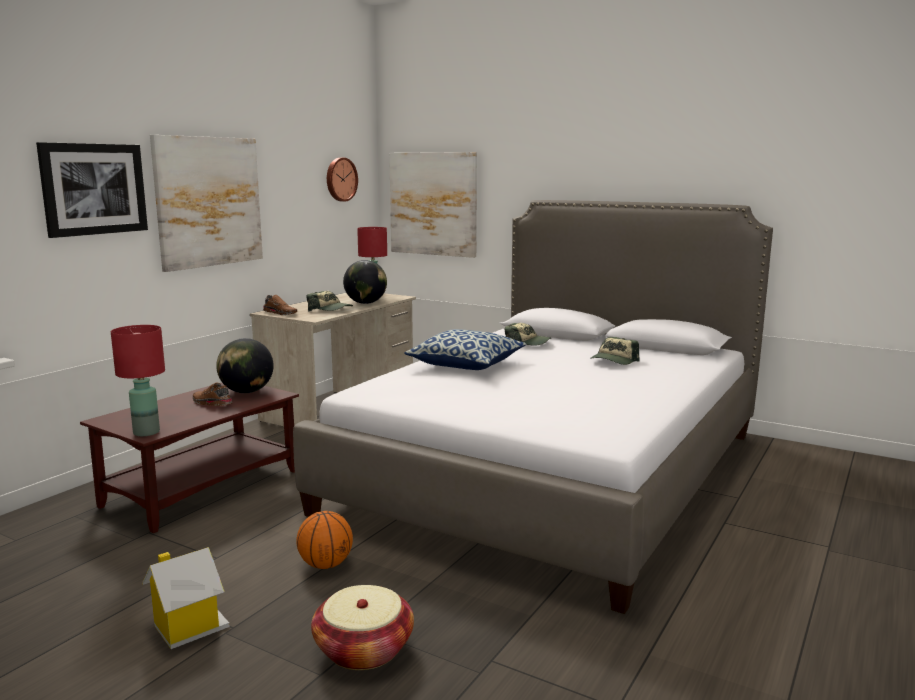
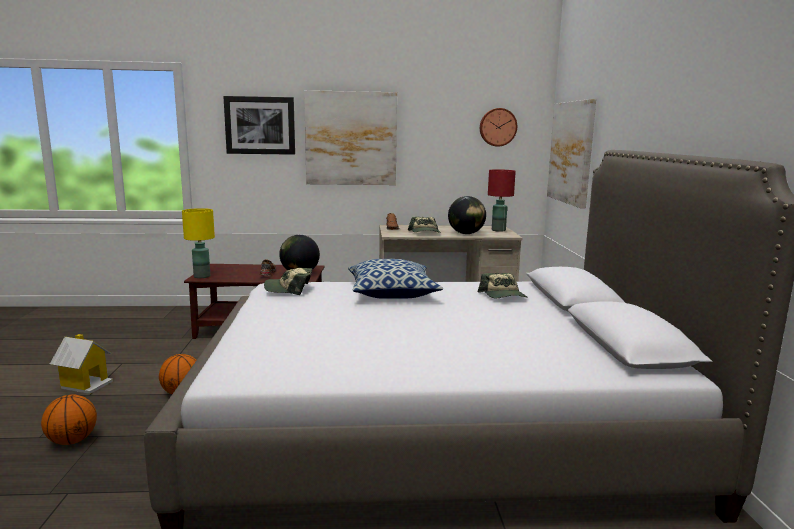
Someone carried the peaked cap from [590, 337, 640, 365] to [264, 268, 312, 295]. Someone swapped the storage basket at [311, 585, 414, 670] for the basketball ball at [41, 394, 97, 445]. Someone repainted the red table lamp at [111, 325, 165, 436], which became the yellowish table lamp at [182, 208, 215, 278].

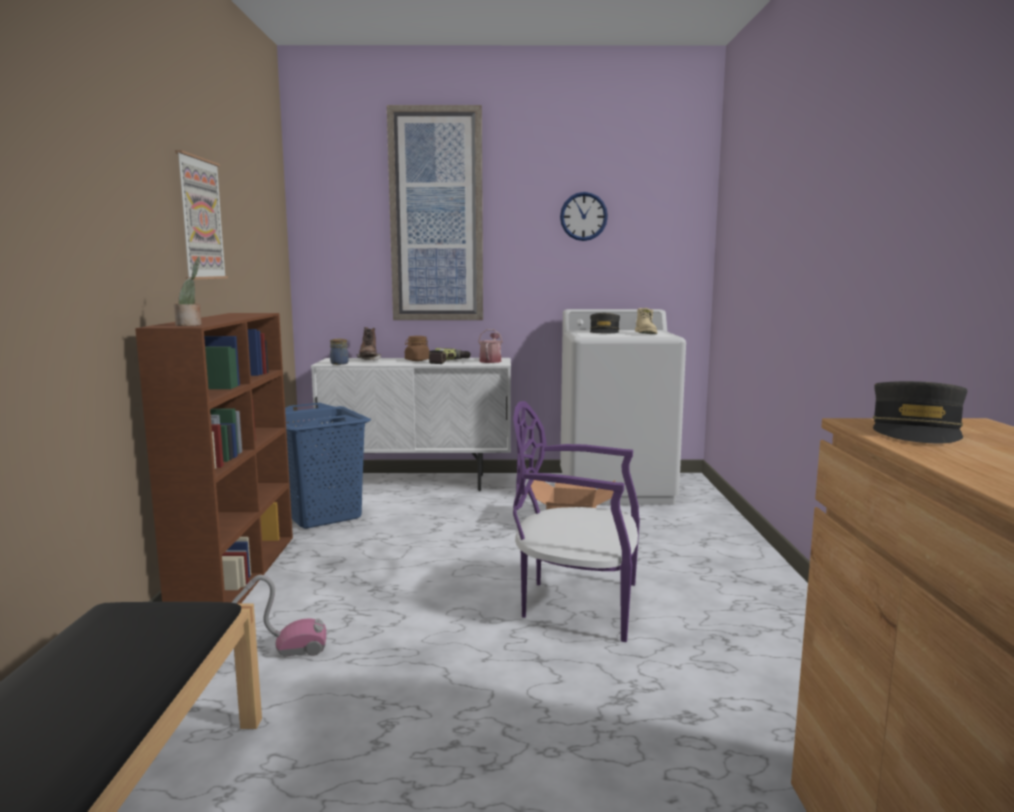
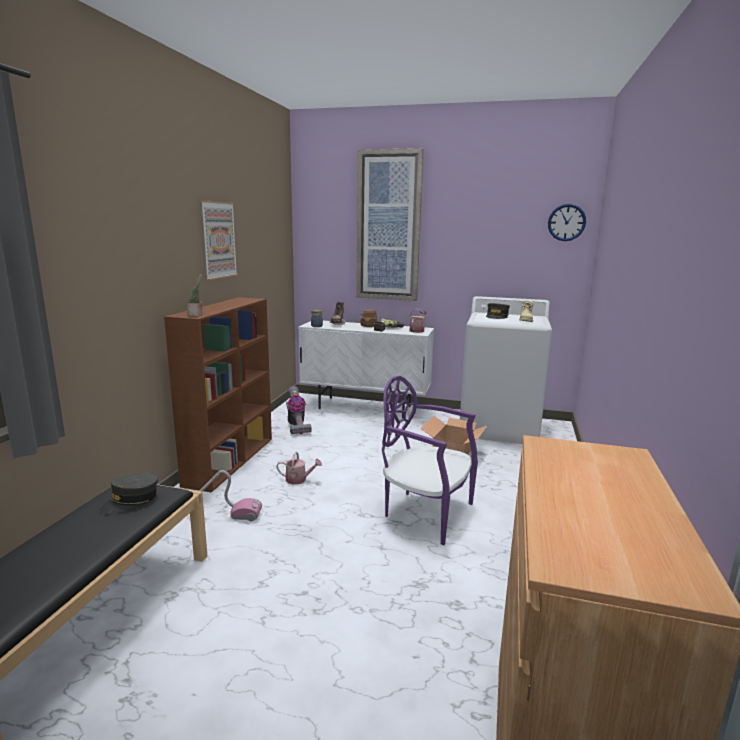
Someone put down the watering can at [276, 452, 322, 484]. Someone carried the hanging clock from [560, 192, 608, 241] to [548, 204, 586, 241]. Someone carried the grey peaked cap from [873, 381, 967, 444] to [99, 472, 158, 514]. Someone swapped the blue hamper at [285, 403, 371, 529] for the vacuum at [286, 386, 312, 434].

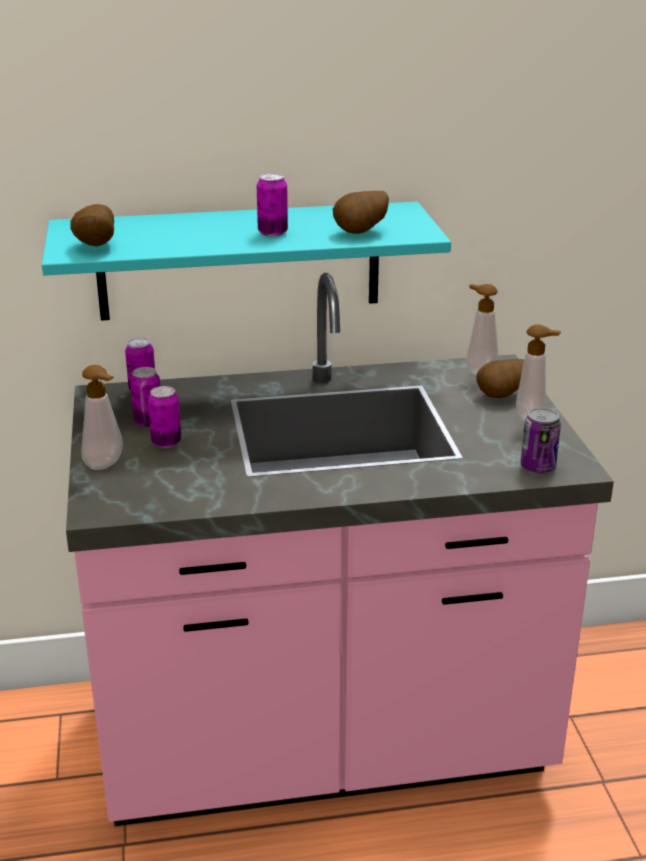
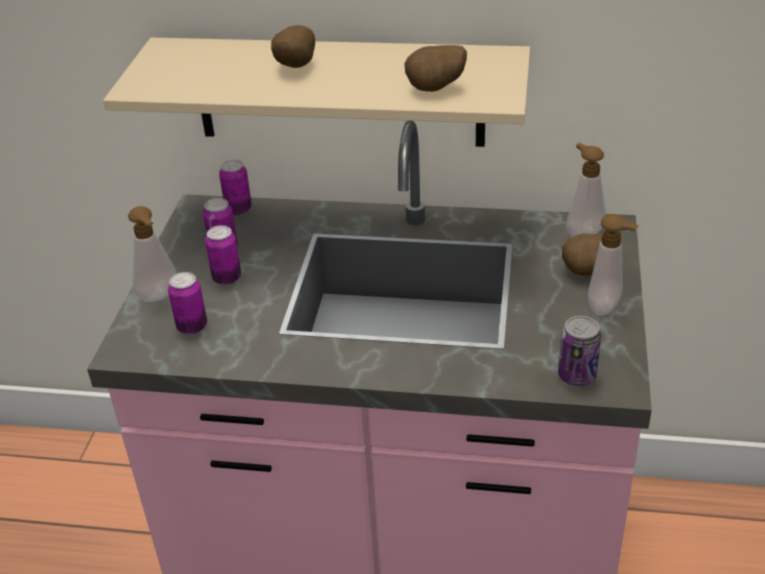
Someone carried the potato from [70, 204, 114, 247] to [271, 25, 315, 68]. Someone carried the sealed can from [257, 173, 288, 237] to [168, 272, 207, 334]. Someone repainted the blue-green bracket shelf at [42, 202, 451, 321], which became the beige bracket shelf at [103, 38, 530, 147].

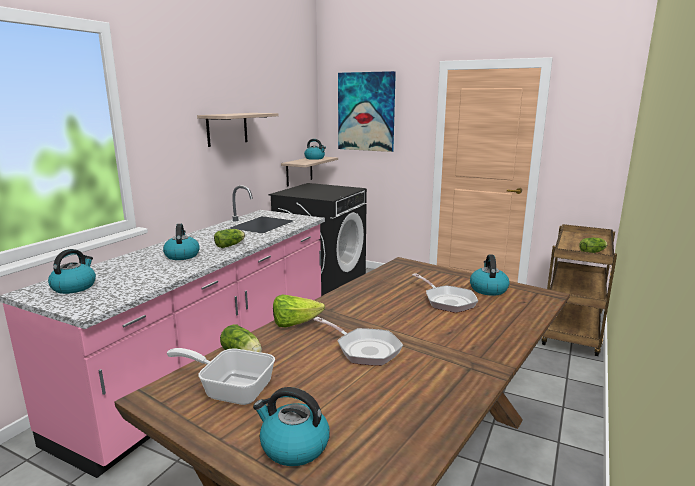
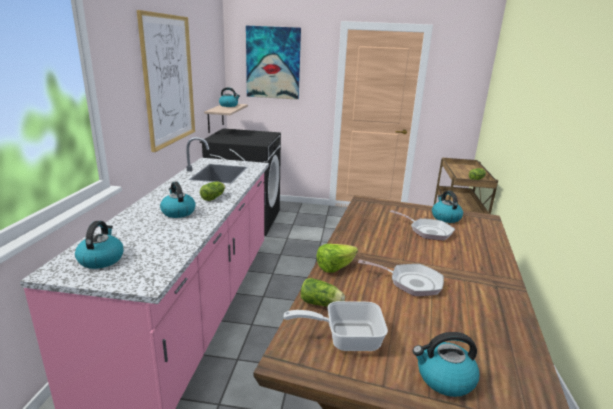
Someone swapped the bracket shelf at [197, 113, 279, 147] for the picture at [137, 10, 195, 152].

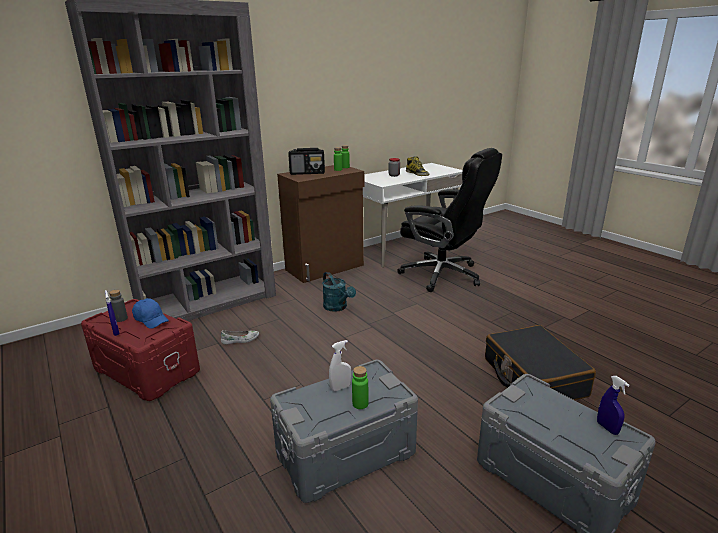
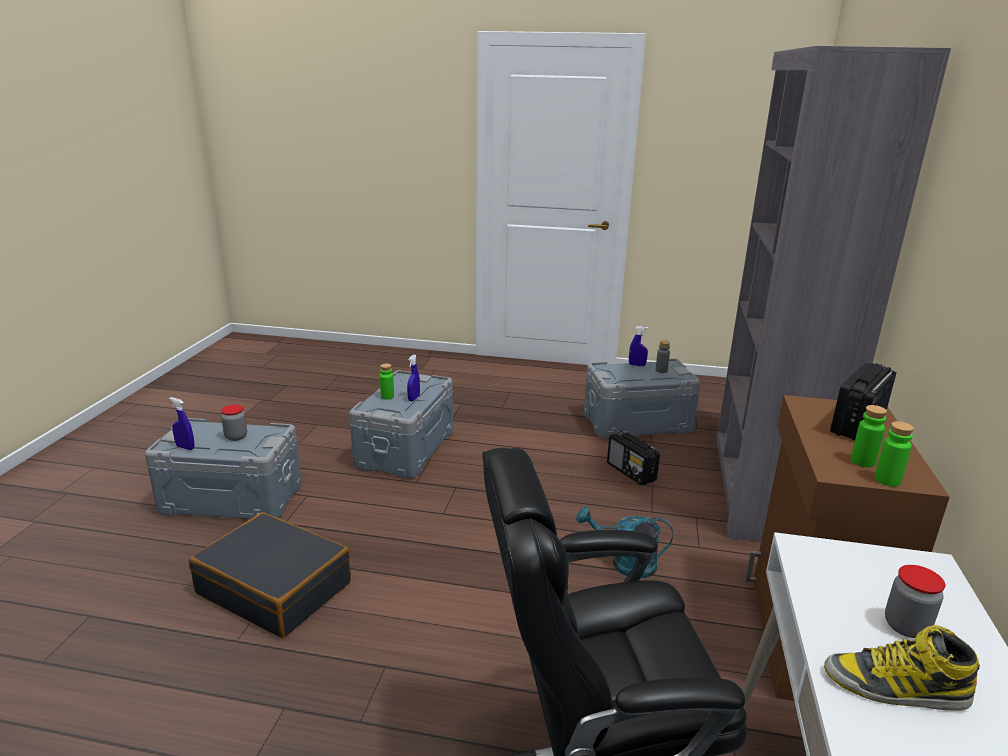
Someone took away the blue peaked cap at [132, 298, 169, 329]. Someone put down the preserve jar at [221, 404, 247, 441]. Someone swapped the whitish low shoe at [221, 330, 259, 345] for the radio set at [607, 431, 660, 486]. Someone repainted the red storage bin at [81, 299, 200, 401], which became the grey storage bin at [584, 358, 701, 439]. Someone repainted the whitish sprayer at [329, 340, 352, 391], which became the blue sprayer at [407, 354, 420, 401].

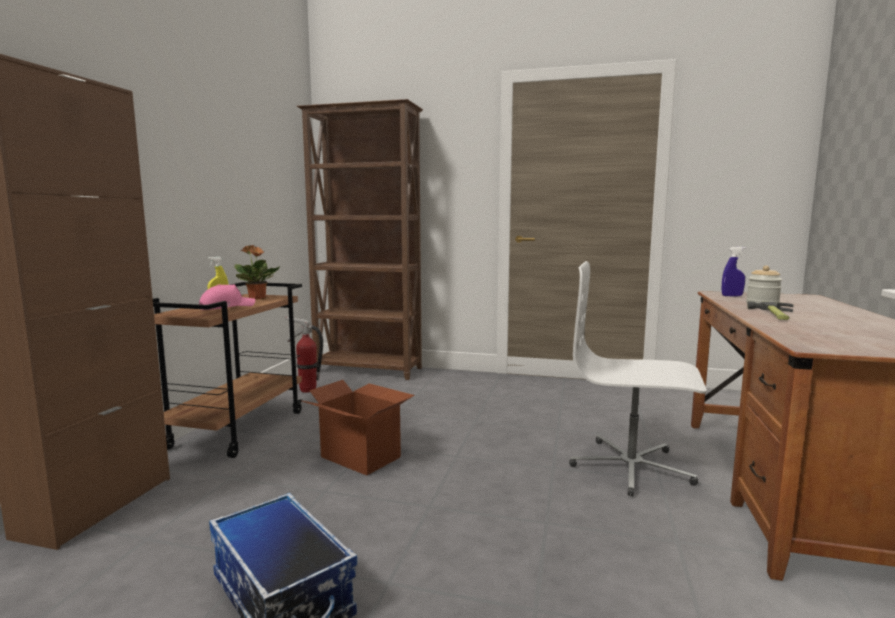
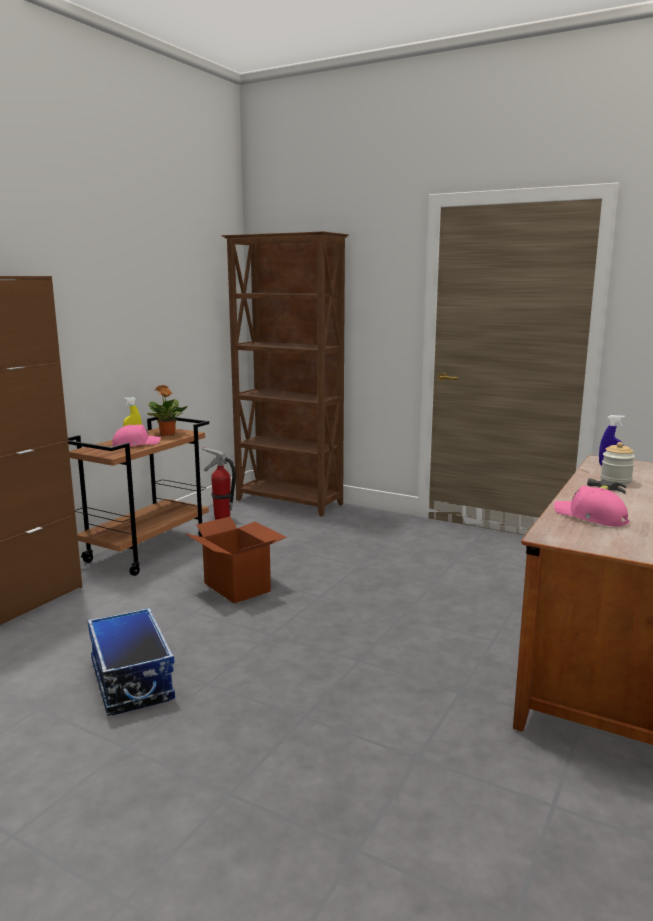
Someone took away the whitish desk chair at [569, 261, 707, 496]. Someone put down the pink peaked cap at [554, 486, 629, 526].

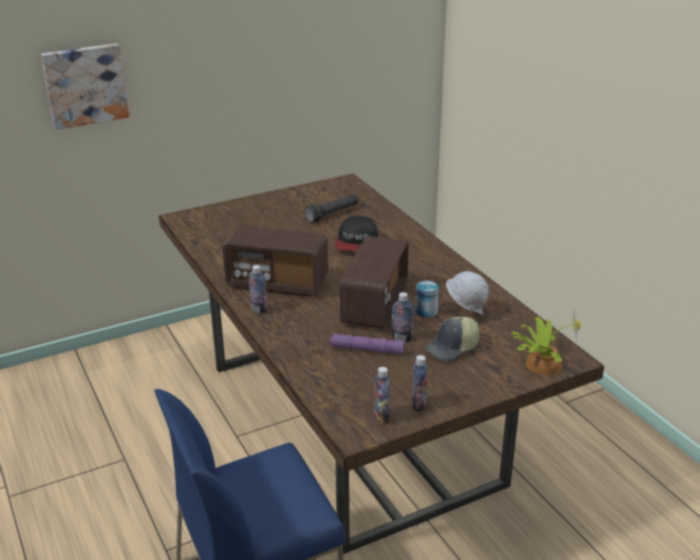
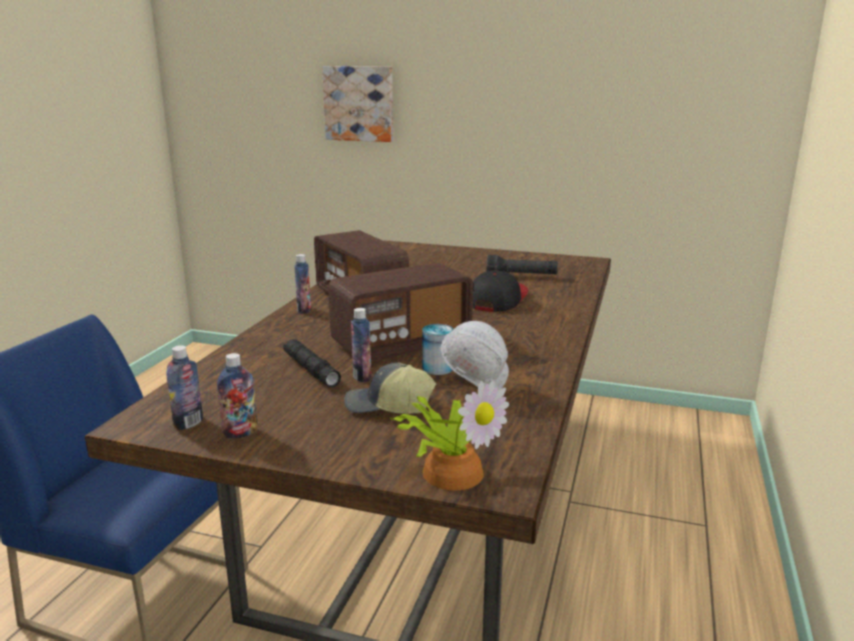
Someone repainted the purple-coloured hand torch at [329, 334, 404, 354], which became the black hand torch at [283, 339, 341, 388]. Someone rotated the peaked cap at [335, 216, 378, 251] by 150 degrees clockwise.

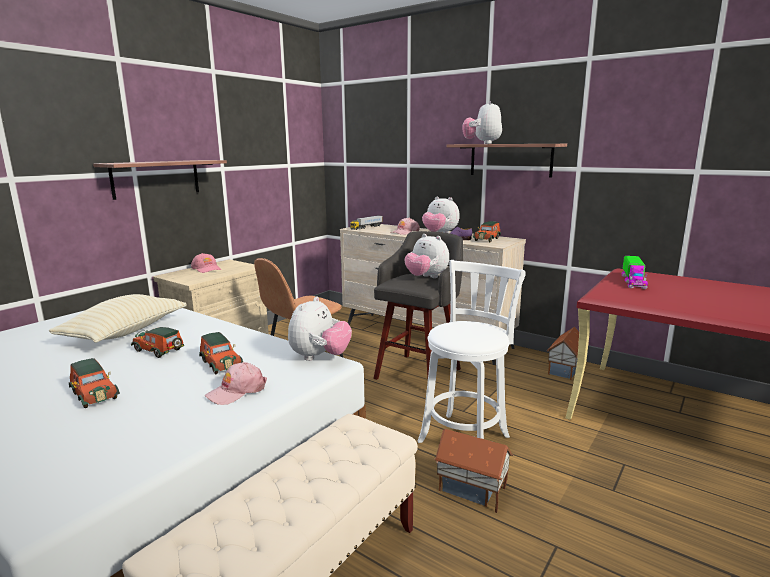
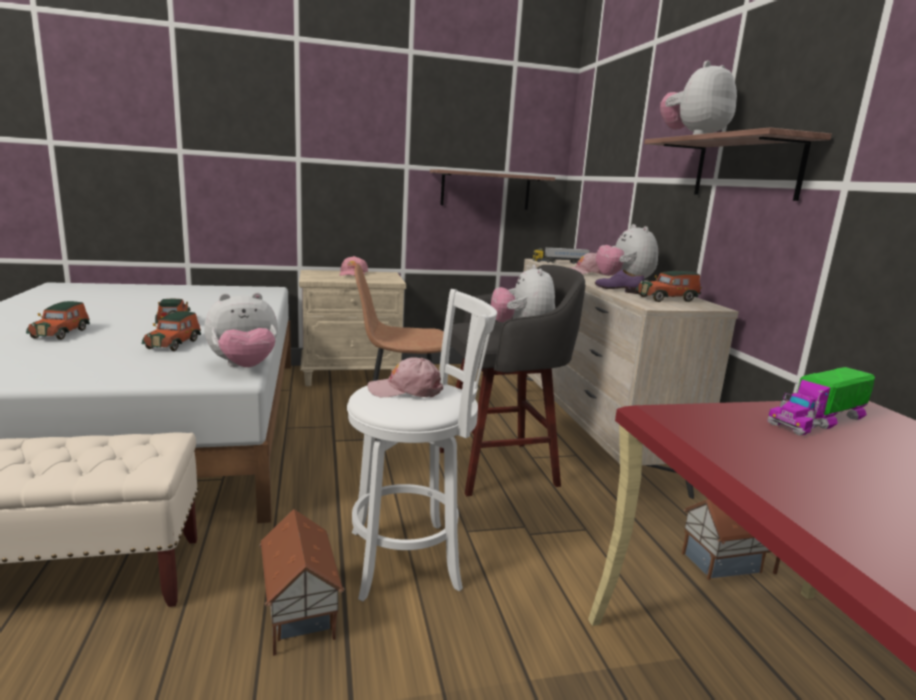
Someone took away the beige throw pillow at [49, 294, 187, 343]. Someone carried the bracket shelf from [93, 160, 227, 200] to [430, 169, 555, 210]. Someone carried the pink peaked cap from [205, 362, 267, 405] to [367, 357, 443, 397].

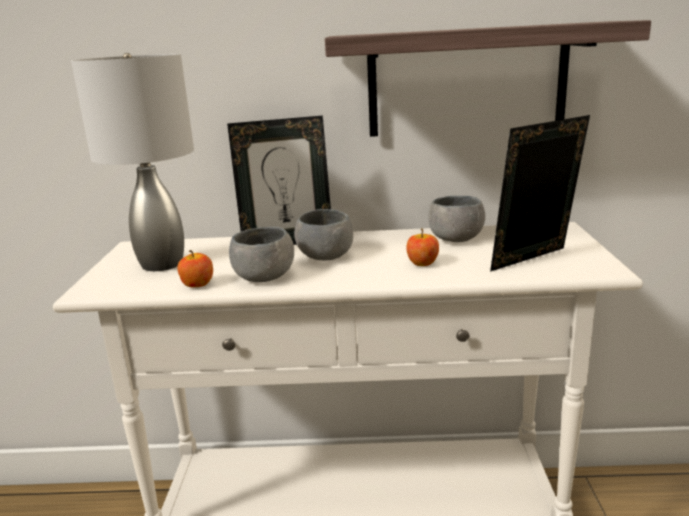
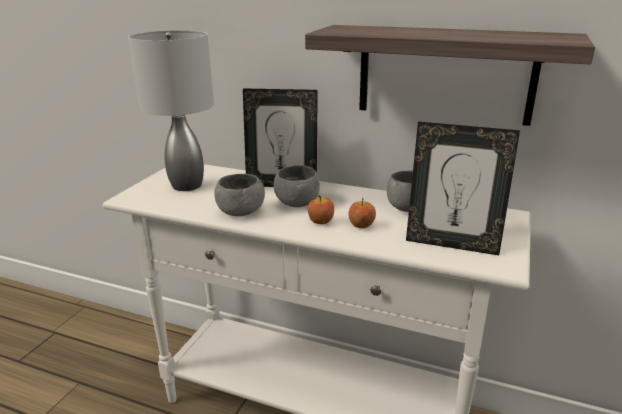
Someone carried the whole apple from [177, 250, 213, 287] to [308, 195, 334, 224]. Someone rotated the photo frame at [490, 115, 590, 272] by 150 degrees counterclockwise.

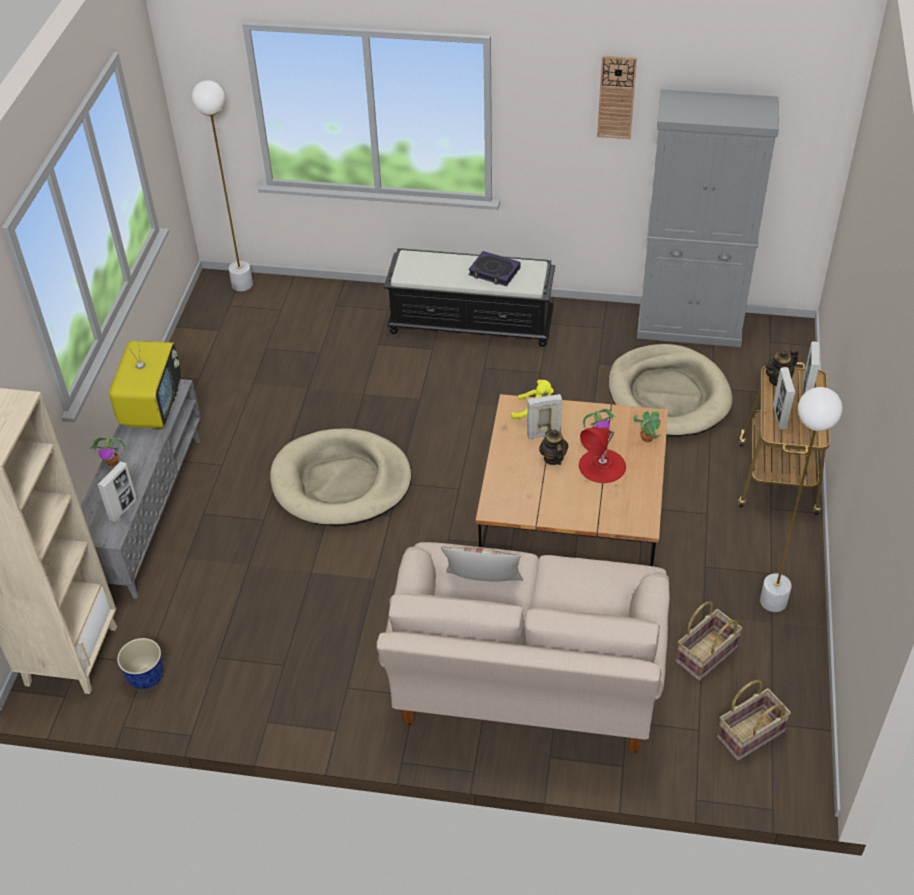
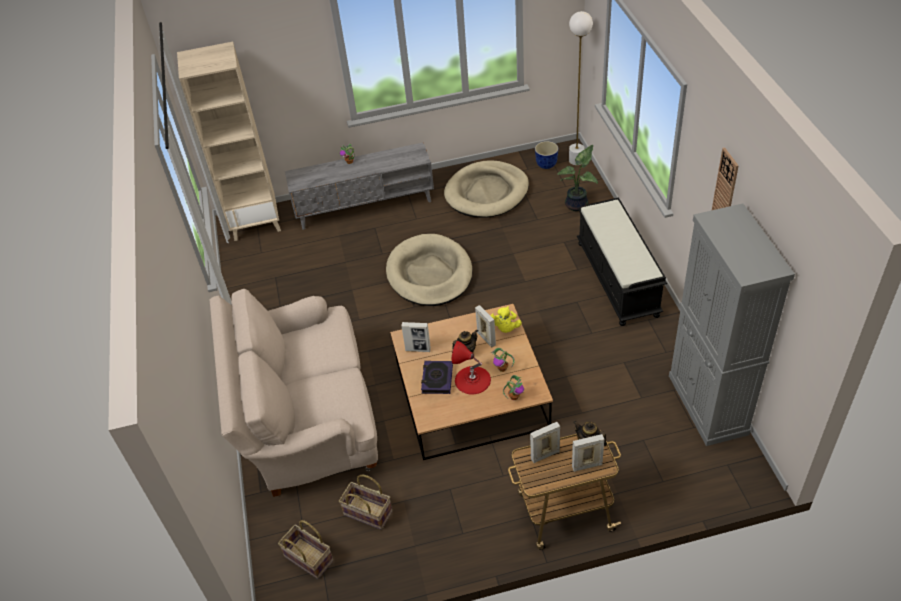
Someone took away the TV set at [109, 328, 181, 428]. Someone took away the throw pillow at [441, 546, 523, 581]. Someone took away the whitish floor lamp at [760, 387, 843, 612]. Someone put down the houseplant at [557, 145, 598, 211]. Someone carried the photo frame from [97, 461, 137, 522] to [401, 322, 431, 352]. Someone carried the plant pot from [117, 638, 164, 689] to [535, 141, 558, 169]. Someone carried the volume from [468, 251, 521, 286] to [421, 361, 453, 394]. Someone carried the beige pet bed from [609, 344, 732, 436] to [444, 160, 529, 218].

